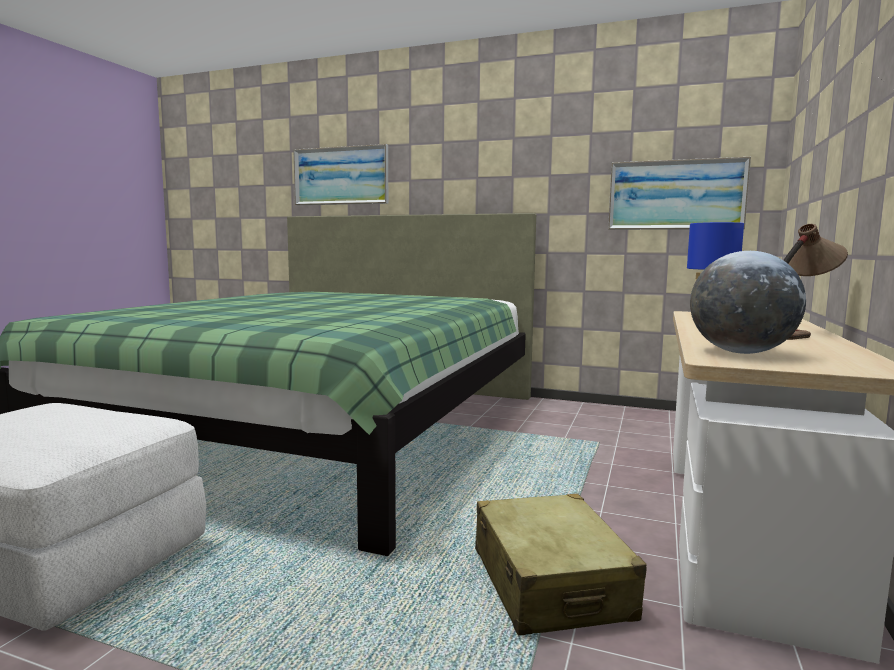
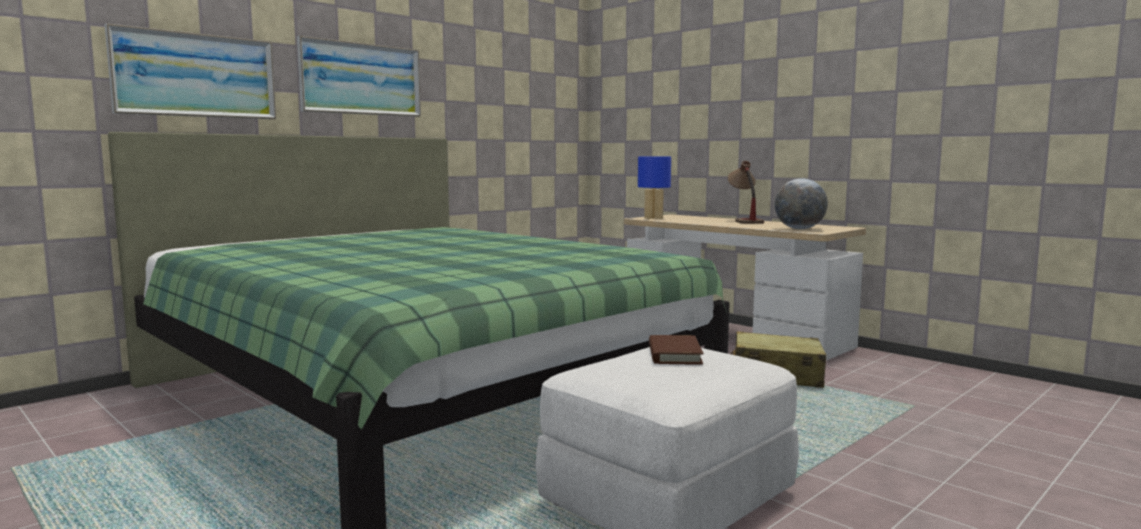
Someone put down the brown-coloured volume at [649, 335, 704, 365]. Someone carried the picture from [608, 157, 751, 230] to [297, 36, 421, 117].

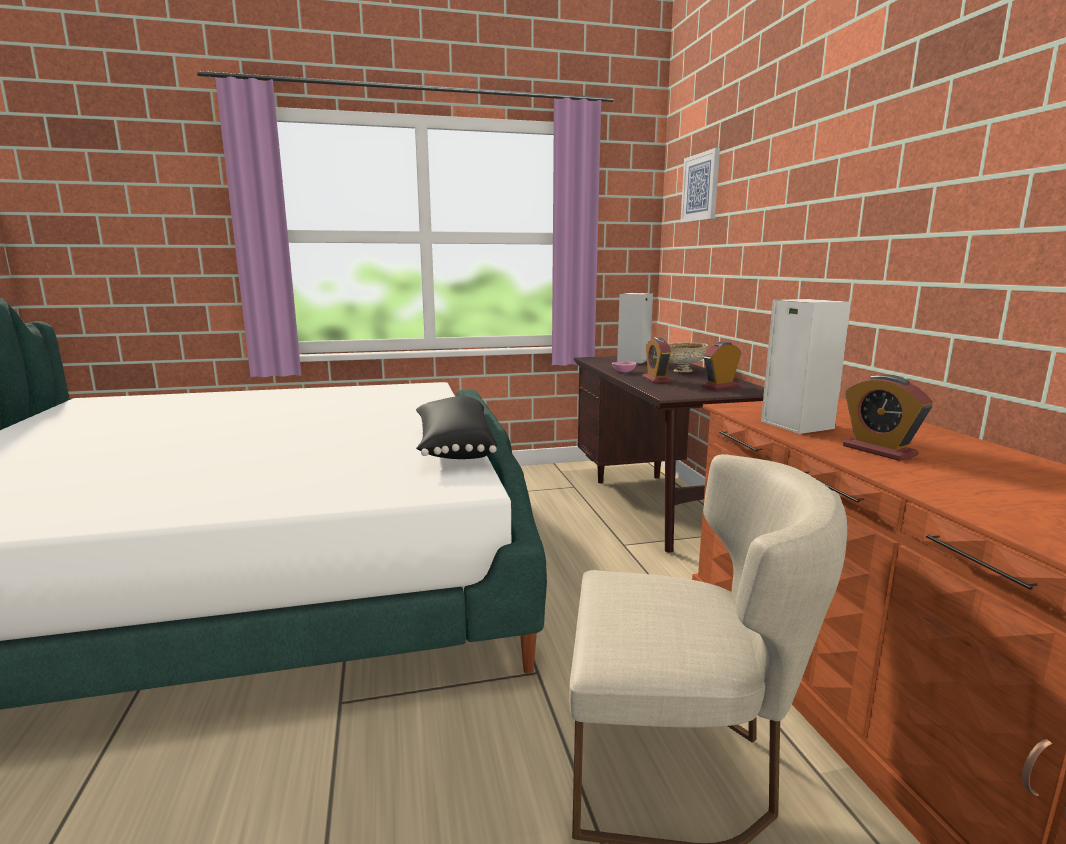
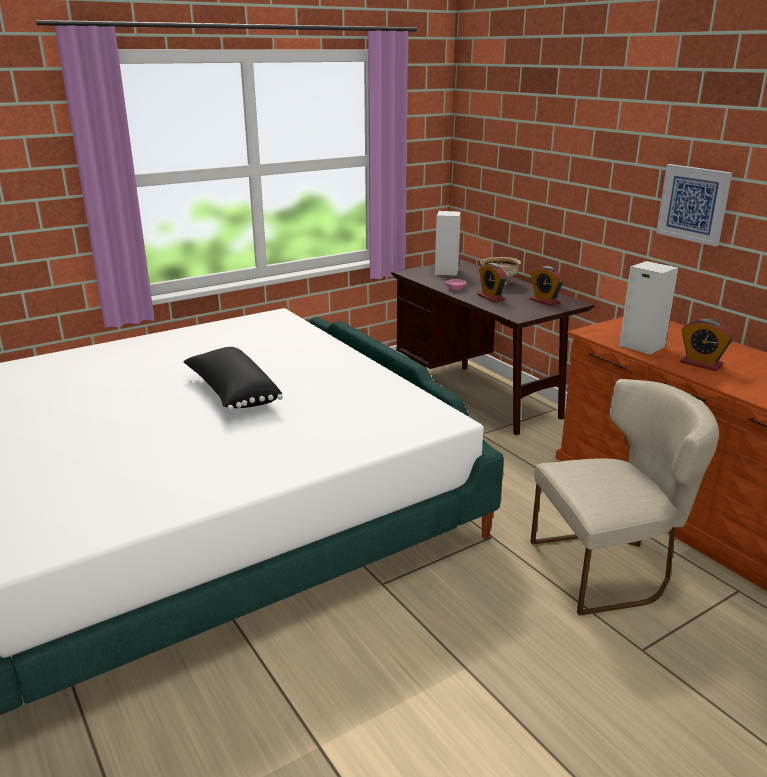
Someone carried the black throw pillow from [416, 396, 497, 459] to [184, 347, 283, 411]. Someone carried the picture from [680, 148, 720, 223] to [656, 164, 732, 246]. Someone rotated the bedside clock at [702, 342, 742, 390] by 75 degrees counterclockwise.

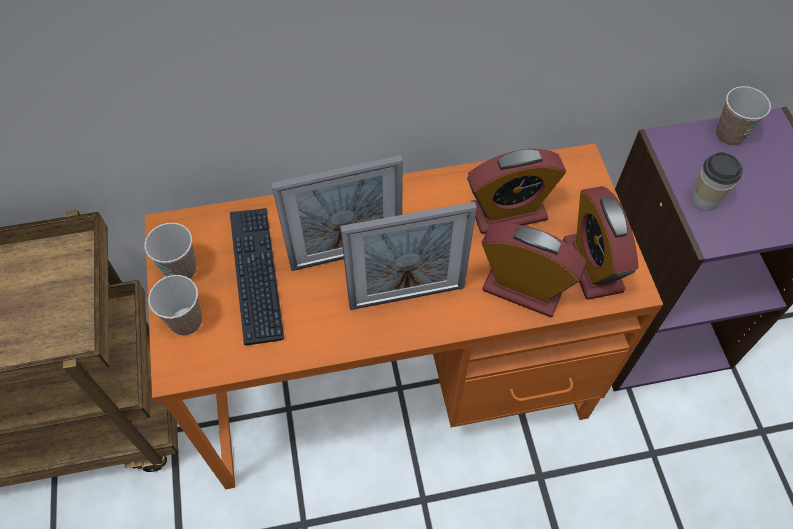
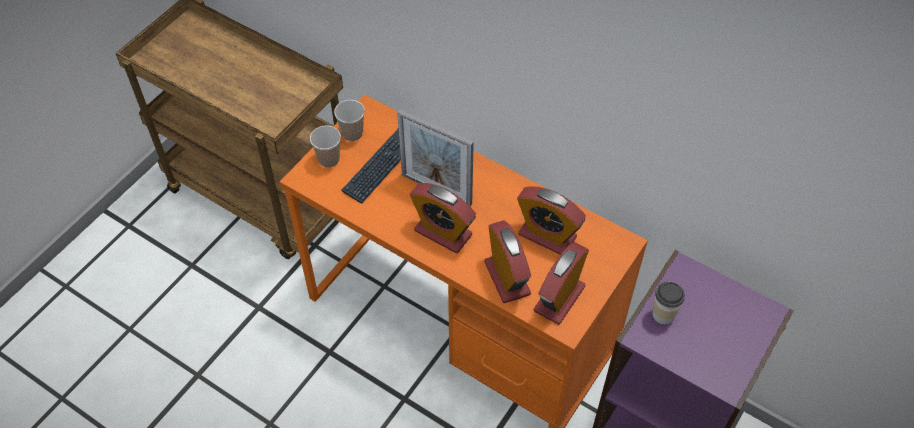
Someone took away the small cup at [716, 86, 771, 146]. Someone swapped the photo frame at [340, 202, 477, 310] for the bedside clock at [410, 183, 476, 253].

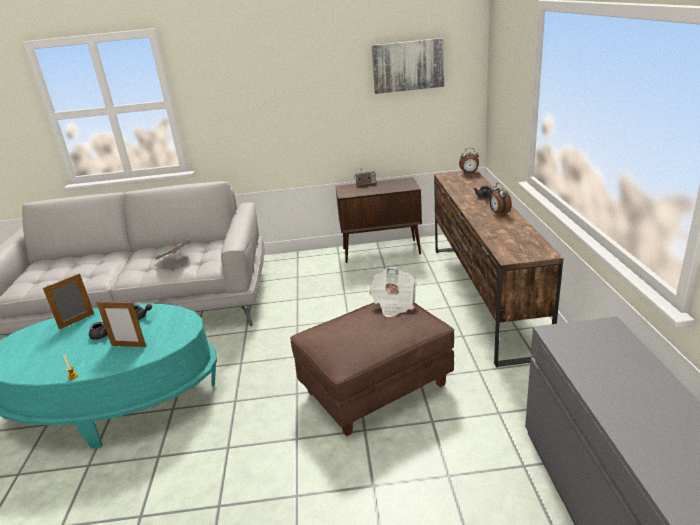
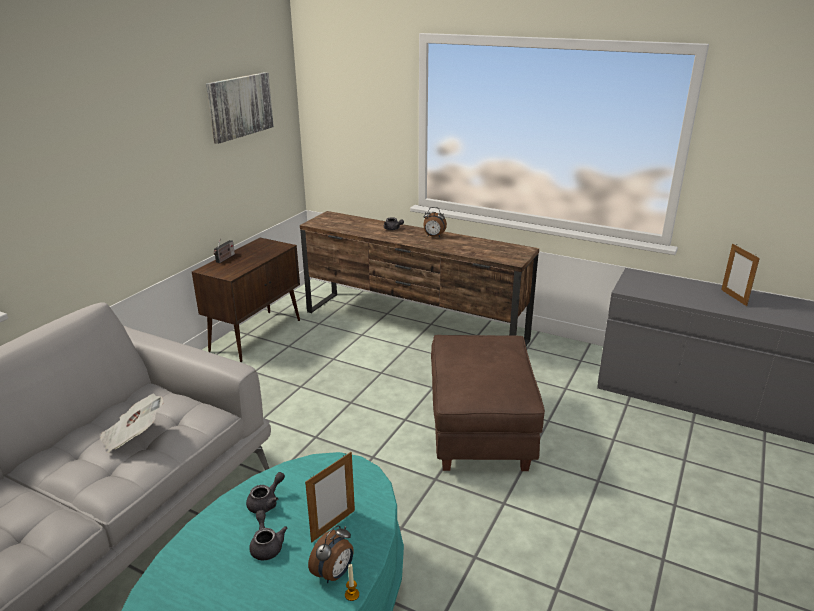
Someone took away the daily paper at [369, 267, 417, 317]. Someone carried the photo frame from [43, 274, 94, 330] to [721, 244, 760, 306]. Someone carried the bedside clock from [459, 148, 479, 174] to [308, 525, 354, 583].

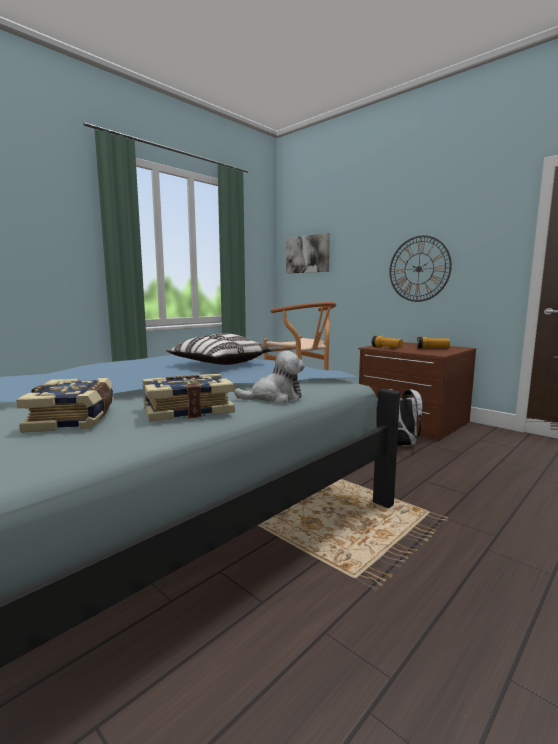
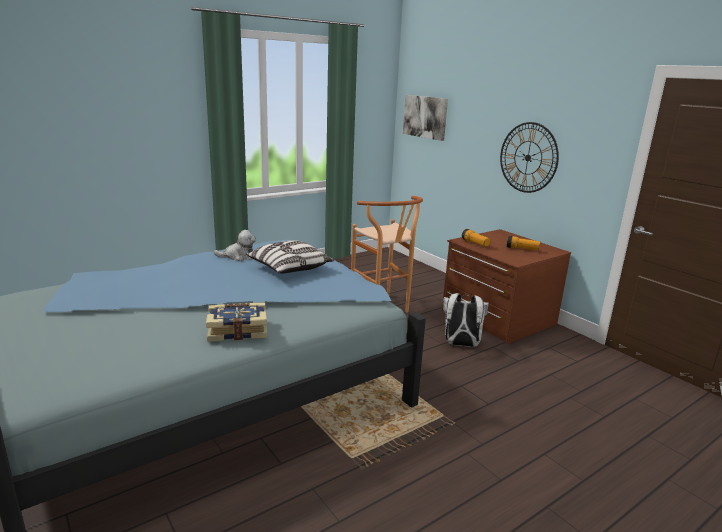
Someone took away the volume at [16, 378, 114, 433]. Someone carried the soft toy from [234, 351, 305, 403] to [214, 230, 256, 261].

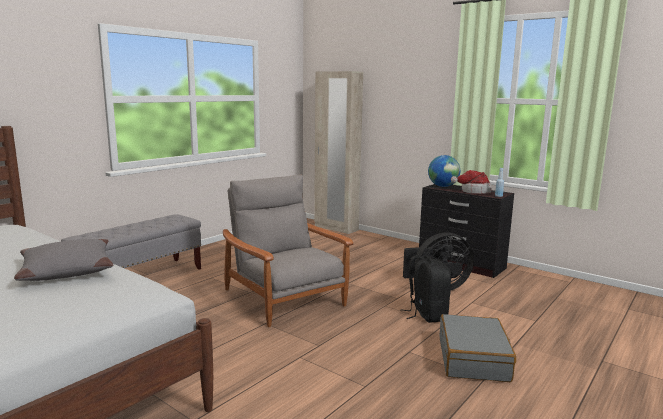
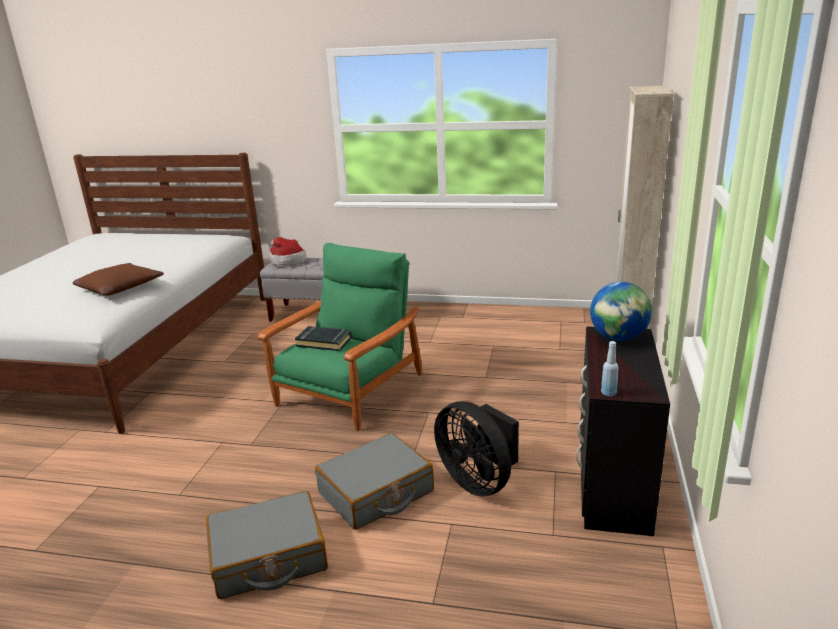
Someone put down the black volume at [295, 326, 352, 351]. Someone carried the clothing hat from [451, 170, 492, 194] to [270, 237, 306, 267]. Someone swapped the black rucksack at [400, 255, 451, 323] for the grey piece of luggage at [315, 433, 434, 530]. Someone repainted the grey throw pillow at [14, 239, 113, 281], which became the brown-coloured throw pillow at [72, 263, 164, 296]. Someone repainted the grey armchair at [223, 174, 353, 327], which became the green-coloured armchair at [257, 243, 422, 431].

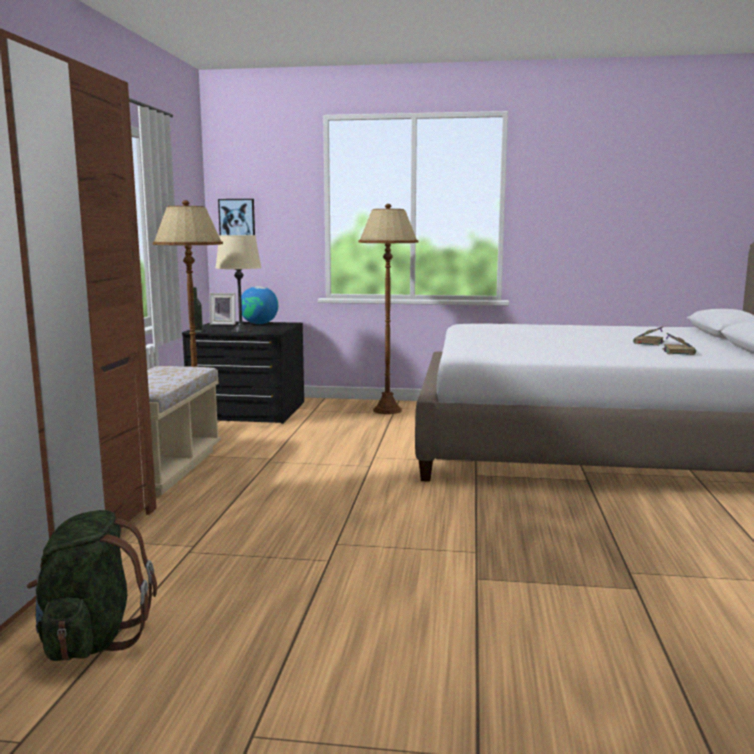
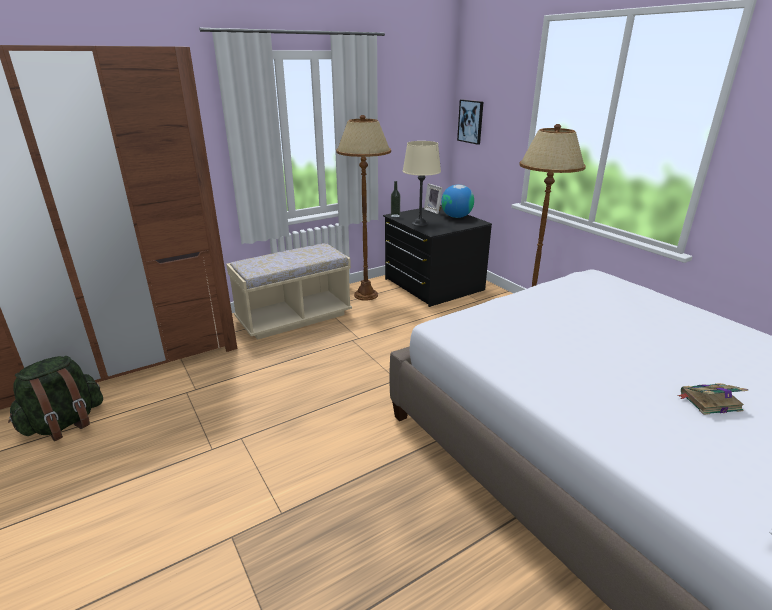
Someone took away the volume at [662, 332, 696, 355].

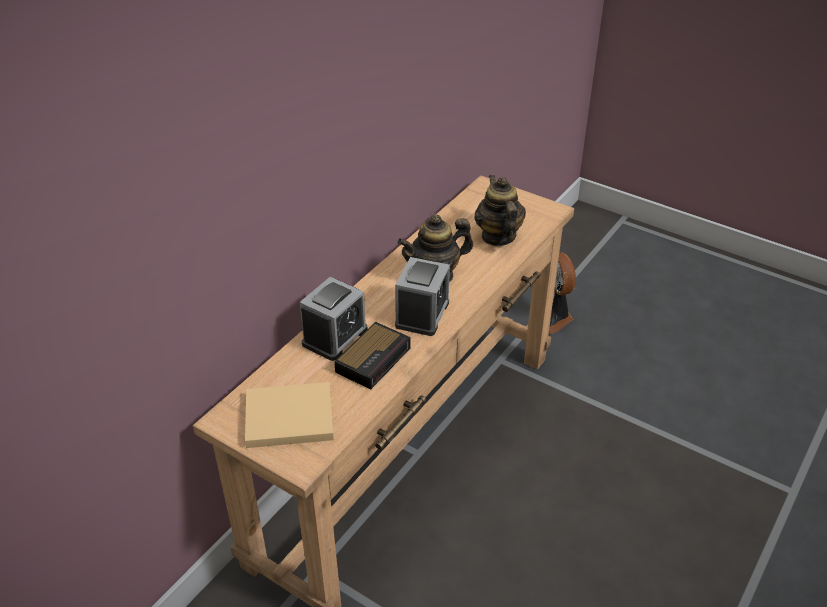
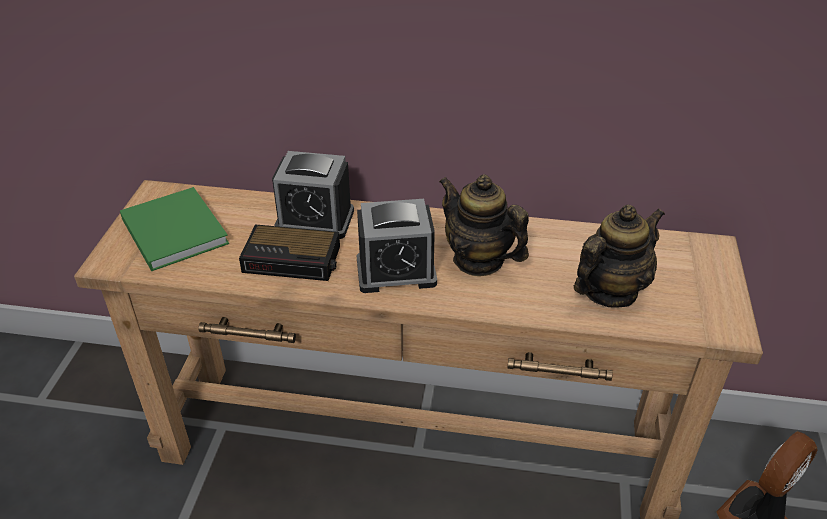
Someone repainted the beige volume at [245, 382, 334, 448], which became the green-coloured volume at [120, 187, 229, 271].

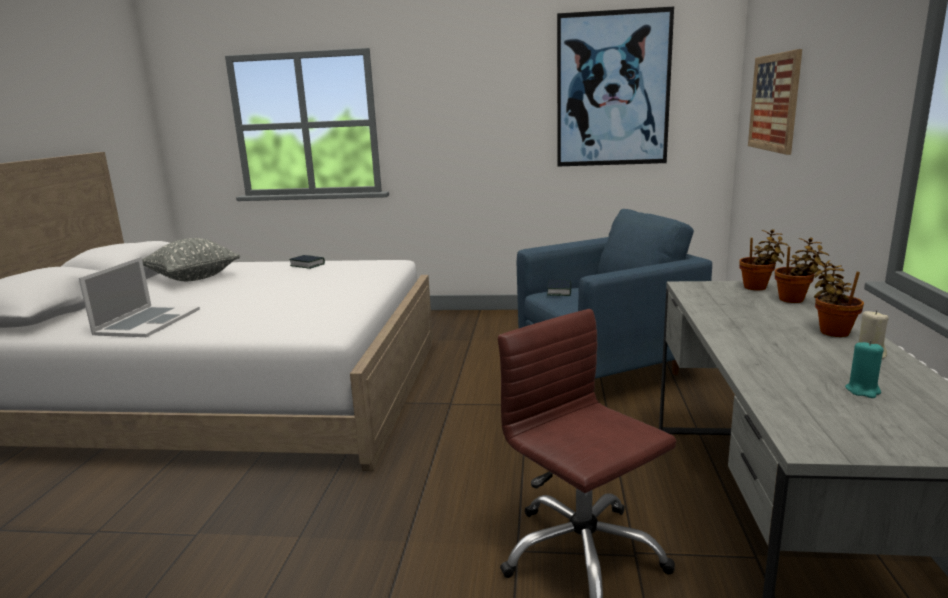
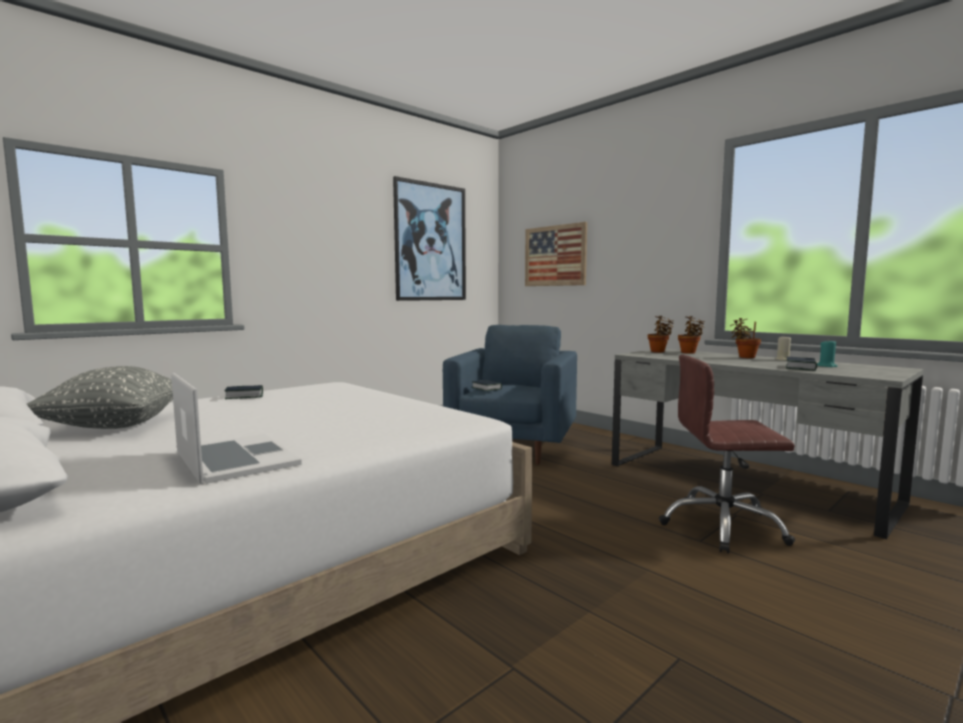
Someone put down the volume at [786, 357, 817, 371].

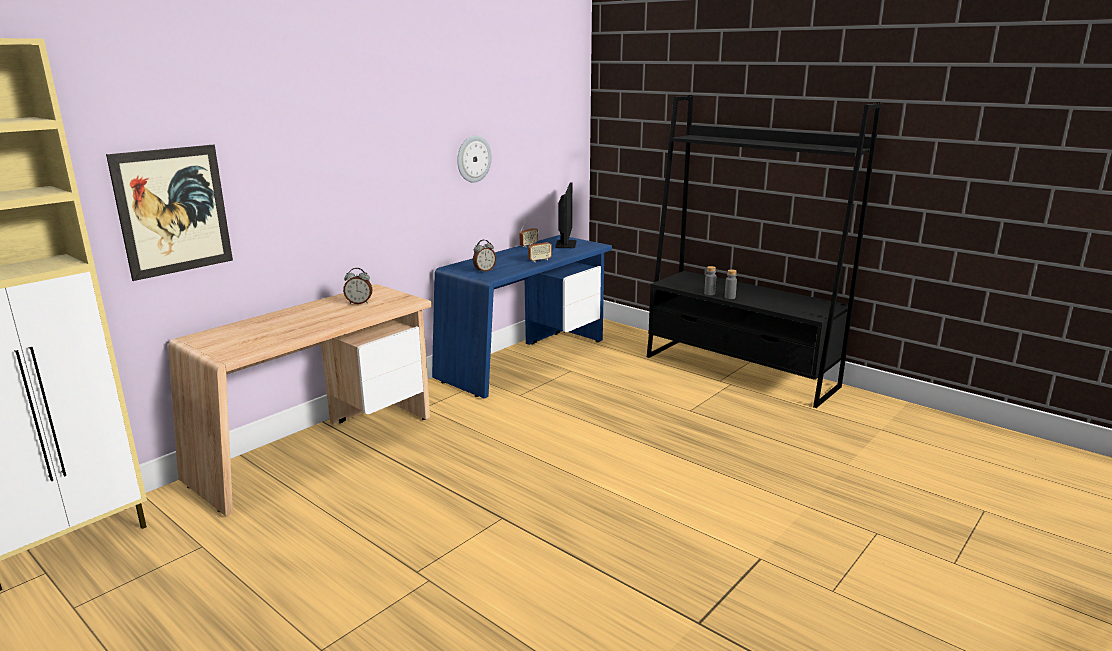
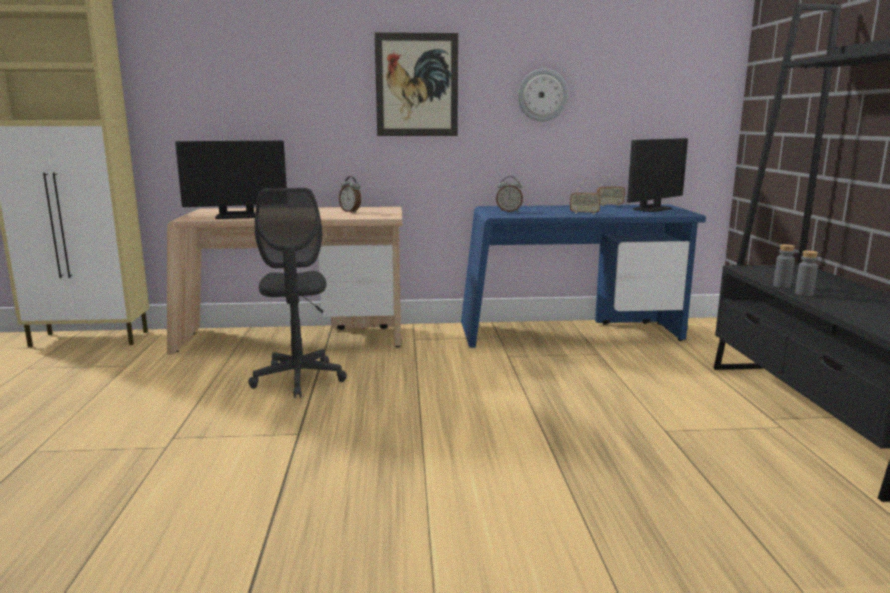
Someone put down the computer screen at [175, 140, 287, 219]. Someone put down the grey desk chair at [248, 188, 347, 398]. Someone carried the picture from [106, 145, 233, 281] to [375, 32, 458, 136].

